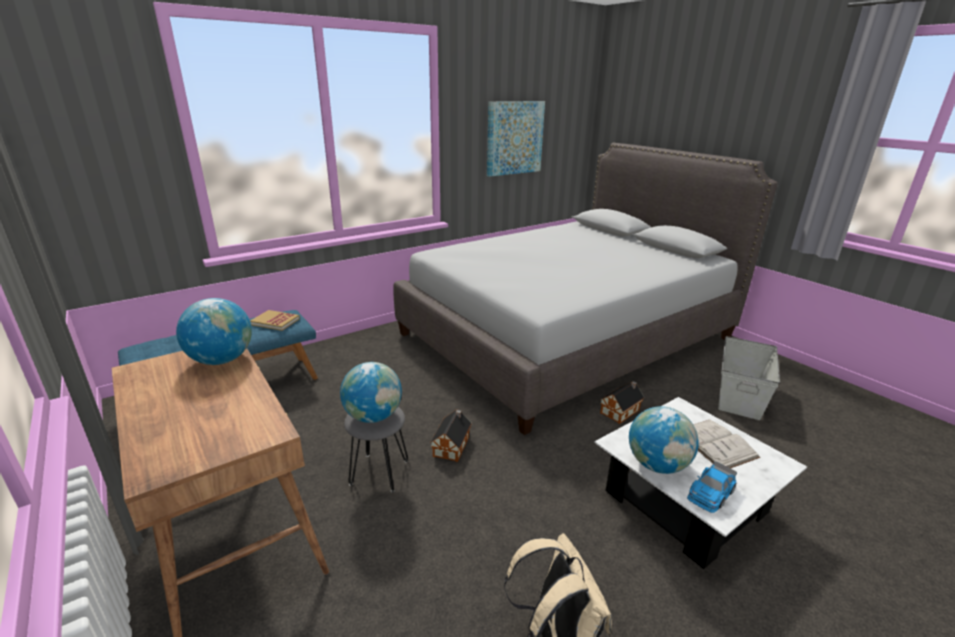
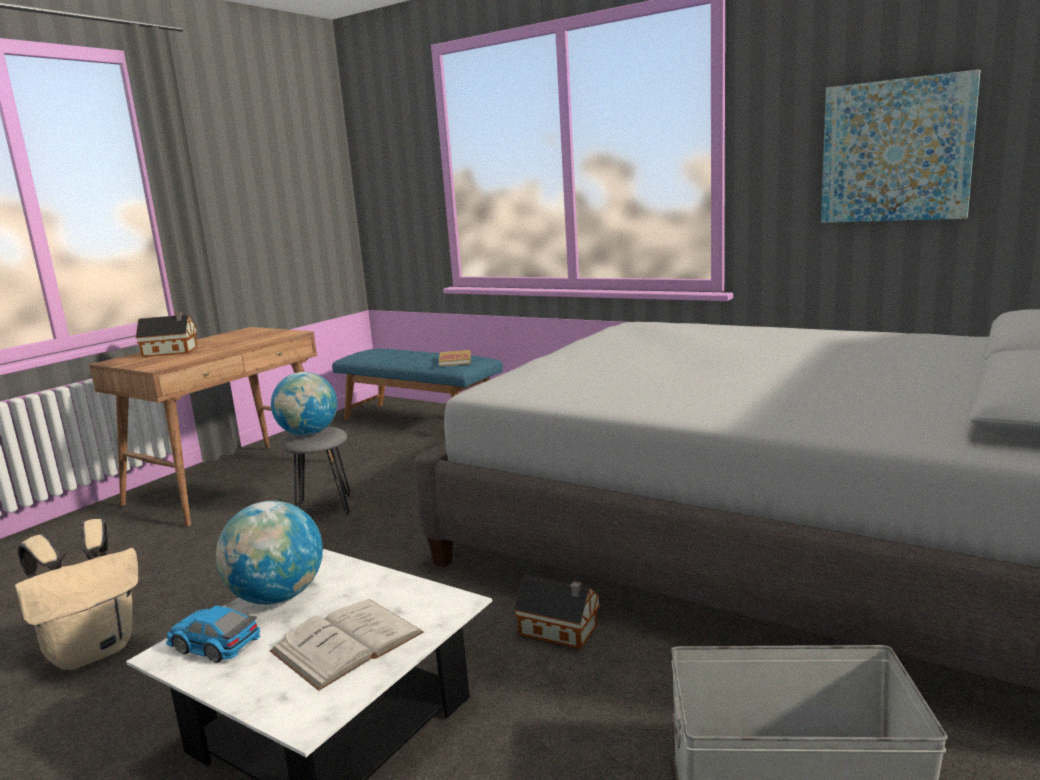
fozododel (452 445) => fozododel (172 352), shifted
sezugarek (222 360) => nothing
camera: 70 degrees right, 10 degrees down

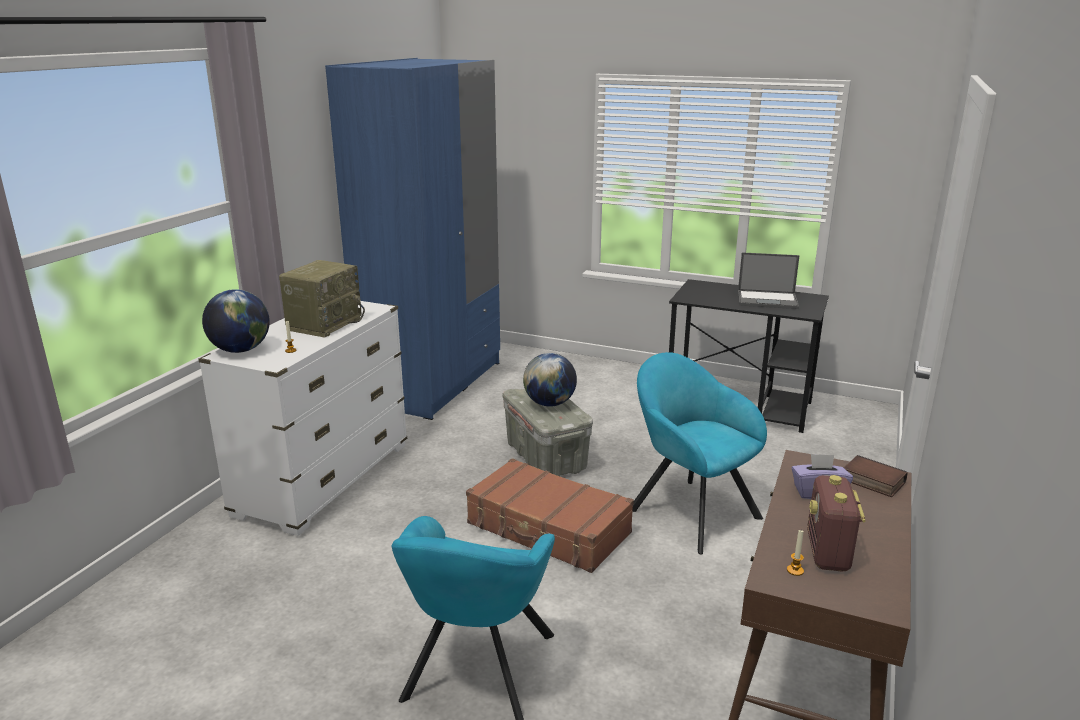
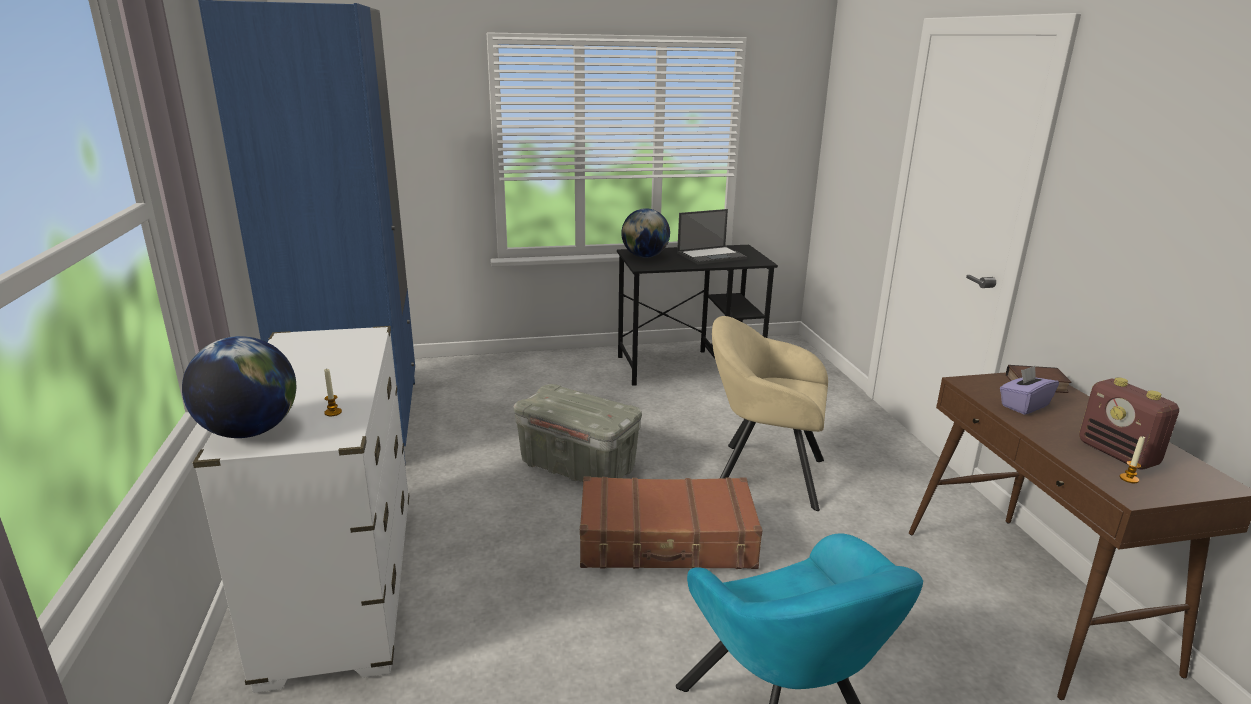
sezugarek (549 403) => sezugarek (645 256), shifted
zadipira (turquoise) (689 510) => zadipira (beige) (762 474)
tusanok (324 324) => nothing
camera: 35 degrees left, 0 degrees up

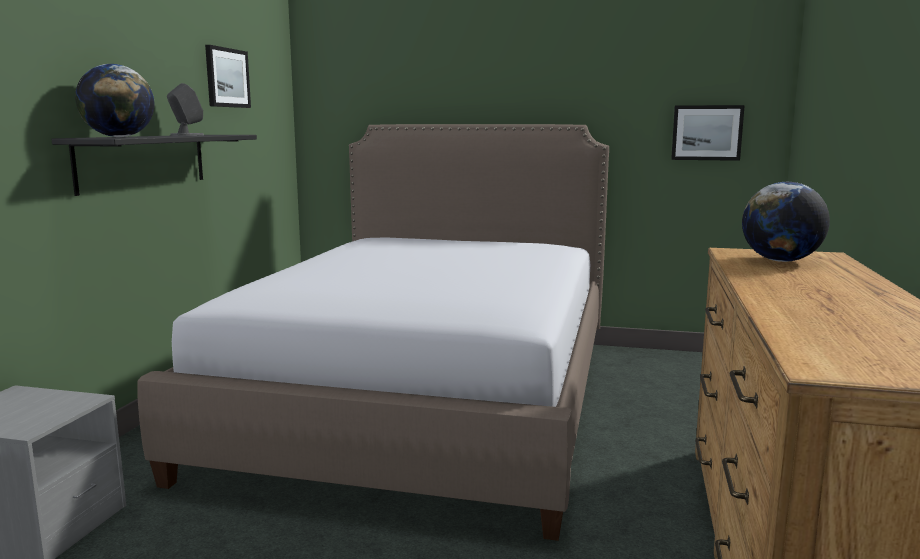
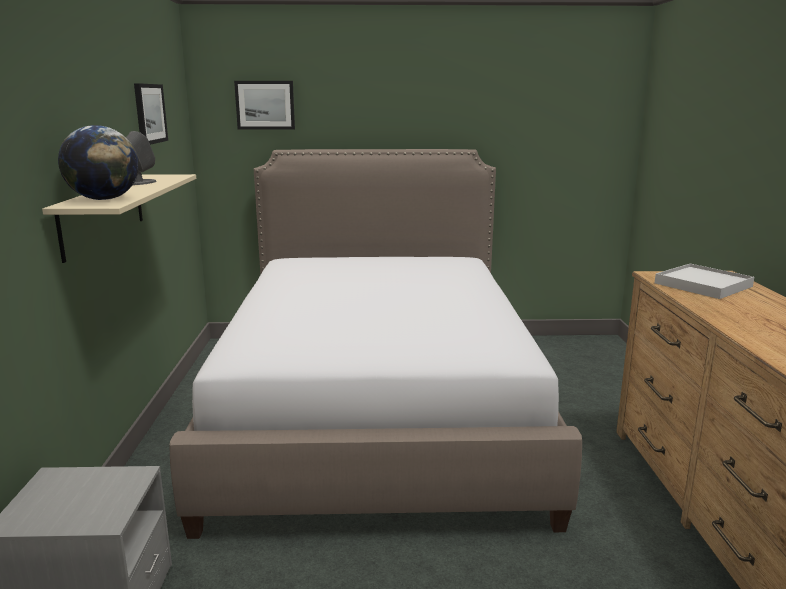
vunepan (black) (144 161) => vunepan (beige) (104 213)
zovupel (706 132) => zovupel (265 105), shifted
sezugarek (780 261) => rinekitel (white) (703 285)
camera: 15 degrees left, 5 degrees up

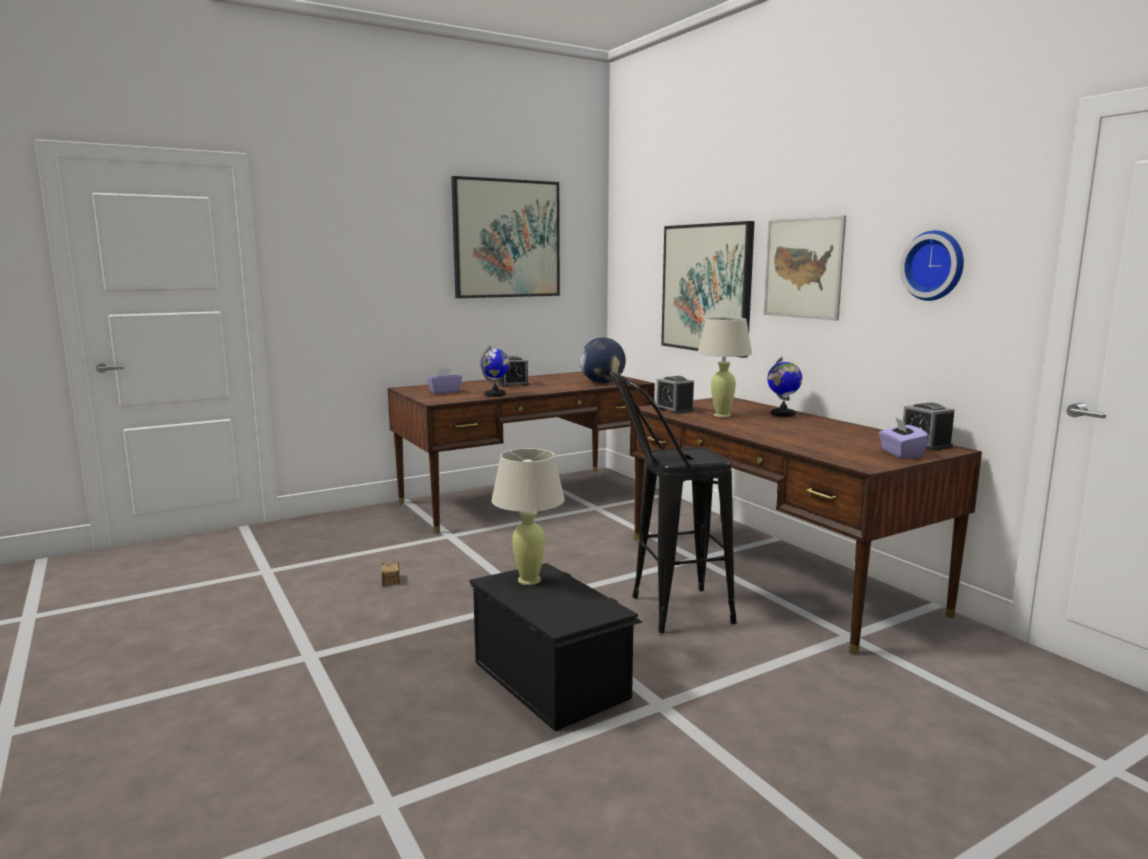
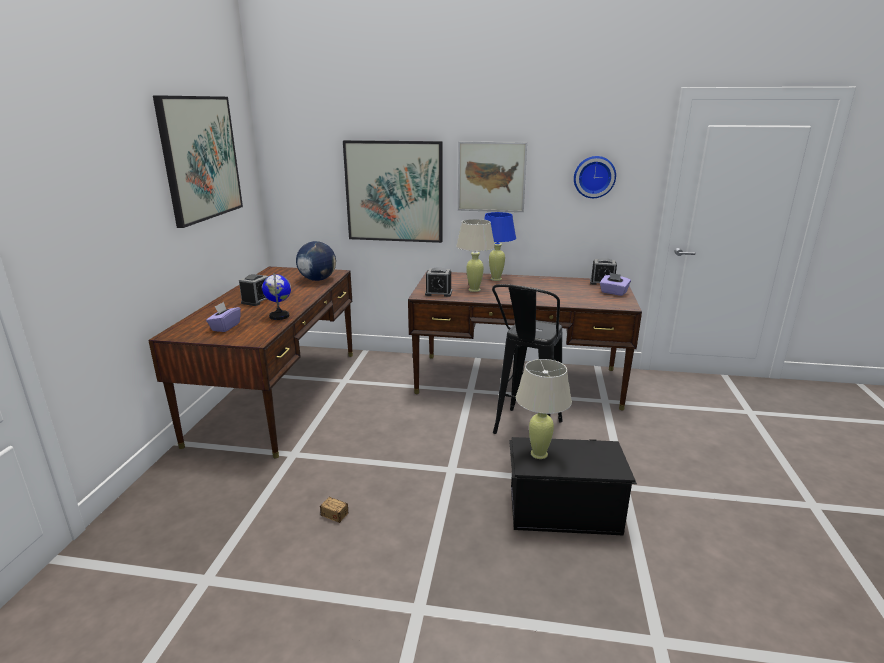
sezugarek (782 414) => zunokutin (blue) (496 279)
camera: 50 degrees left, 10 degrees up

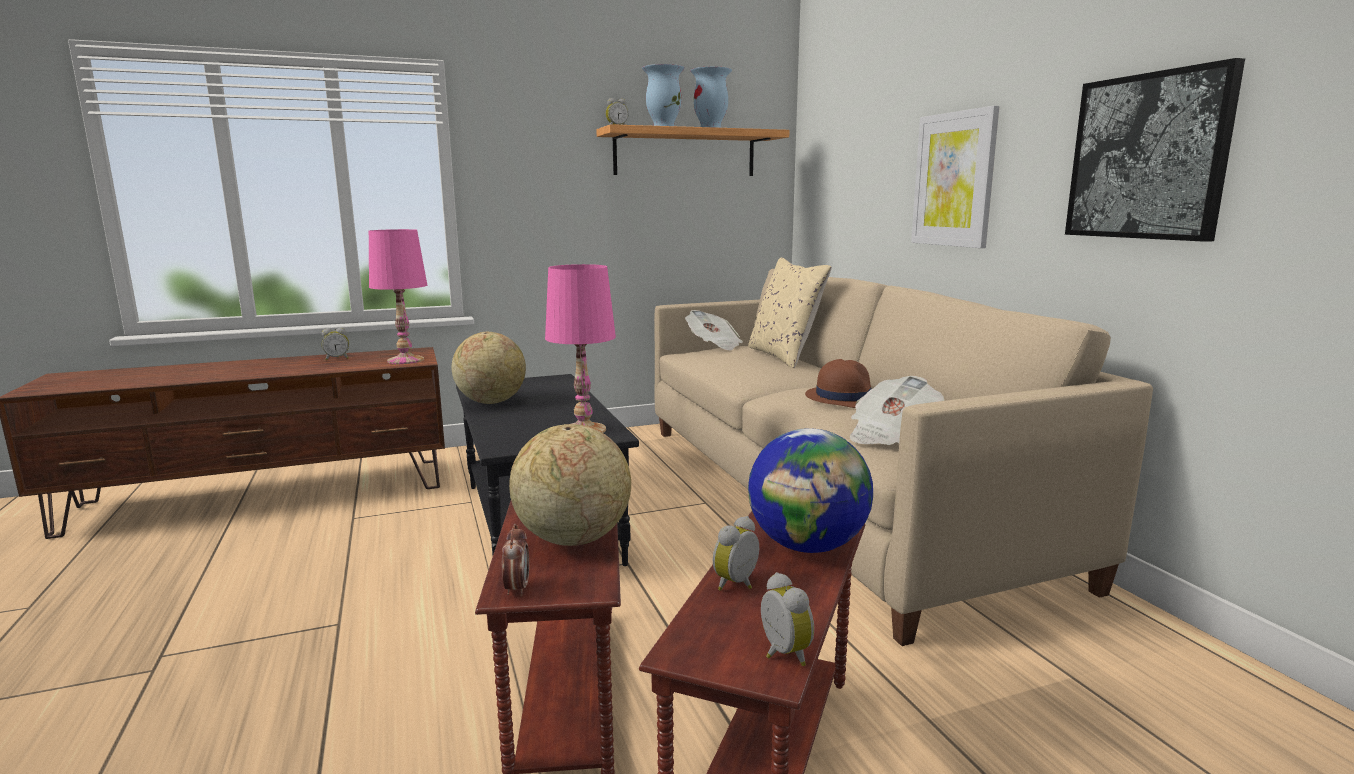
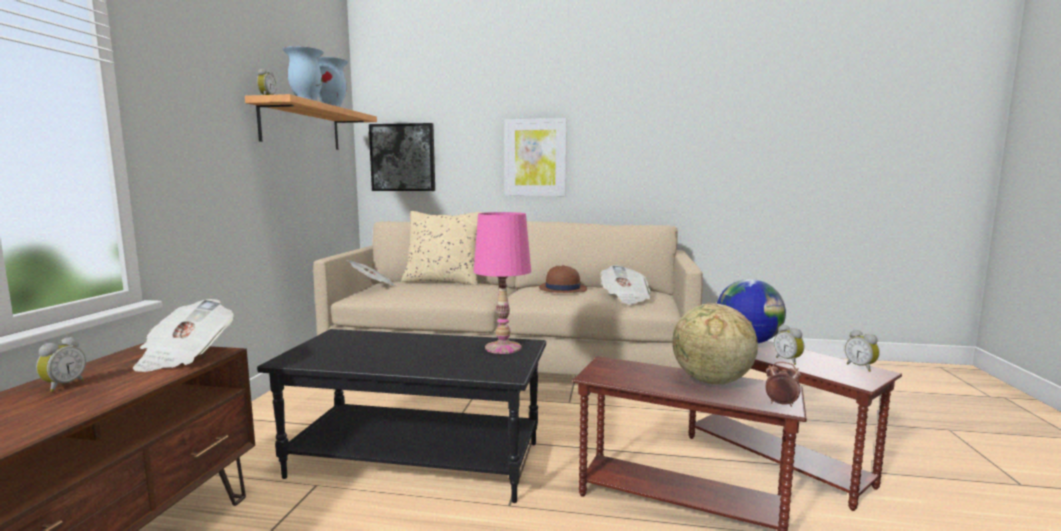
zunokutin (pink) (405 360) => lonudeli (184 357)
zovupel (1148 157) => zovupel (403 157), shifted
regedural (781 654) => regedural (861 367), 120 degrees counterclockwise
sezugarek (491 402) => nothing
camera: 60 degrees left, 5 degrees down

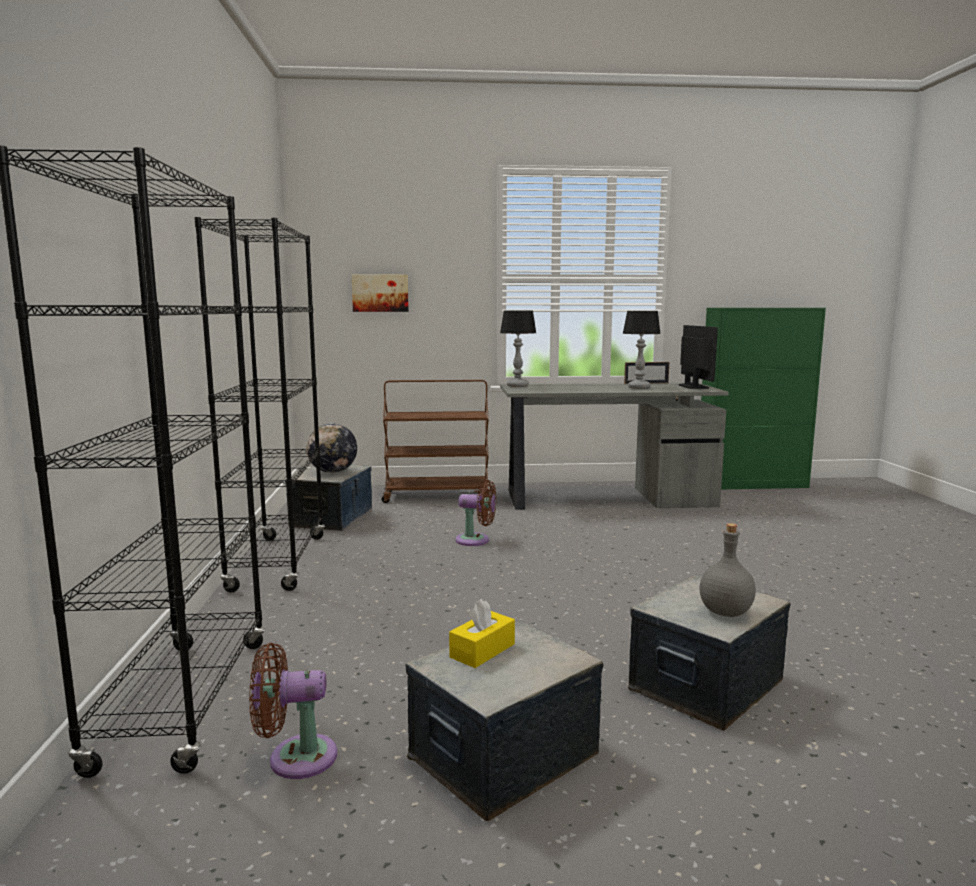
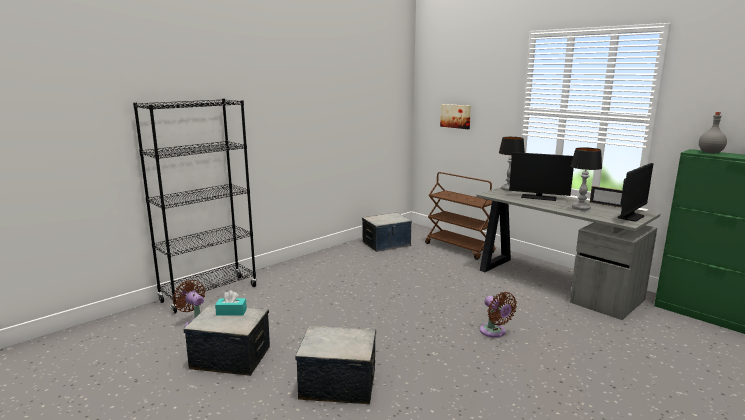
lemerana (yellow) (482 650) => lemerana (turquoise) (231 312)
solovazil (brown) (476 540) => solovazil (brown) (494 332), shifted
nothing => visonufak (538 197)
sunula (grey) (724 612) => sunula (grey) (710 152), shifted
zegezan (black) (278 562) => nothing
sezugarek (333 472) => nothing
camera: 50 degrees right, 5 degrees up

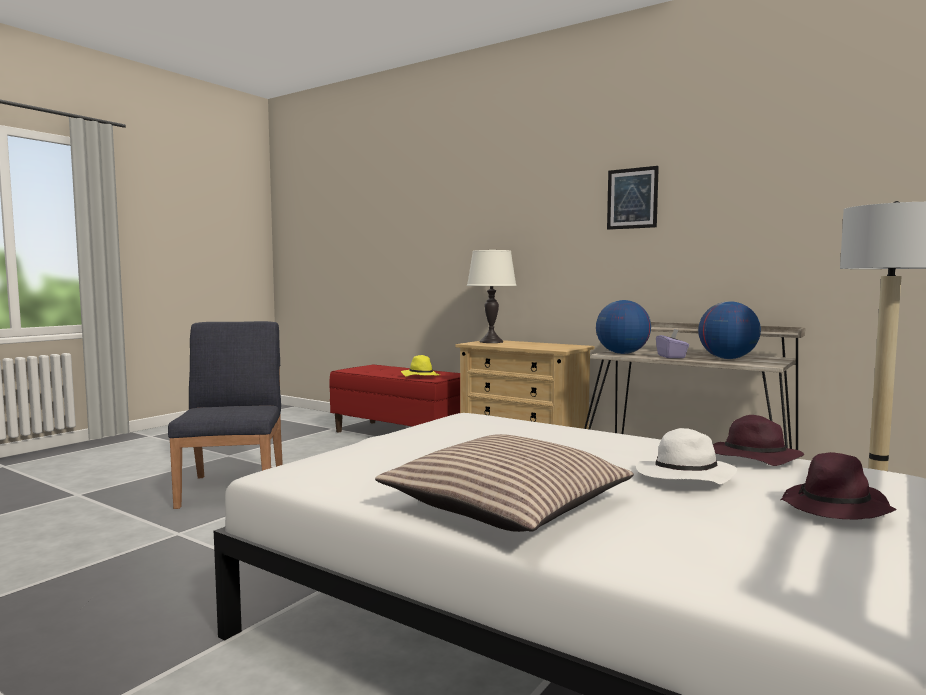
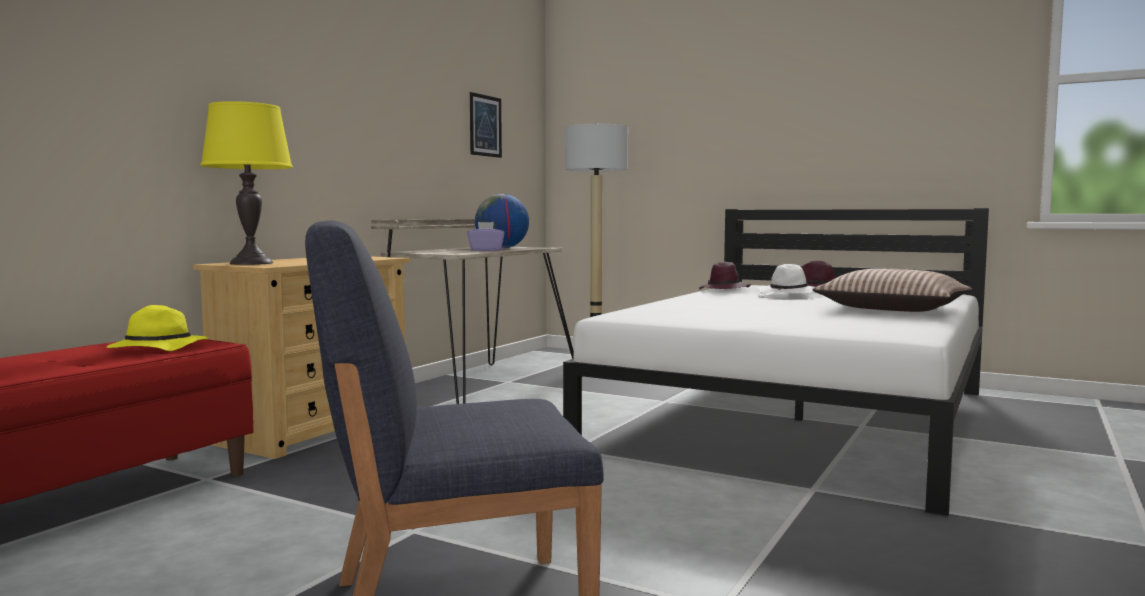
zunokutin (white) (491 342) => zunokutin (yellow) (251 263)
zovupel (632 198) => zovupel (485 125), shifted
sezugarek (622 353) => nothing
camera: 95 degrees left, 0 degrees up

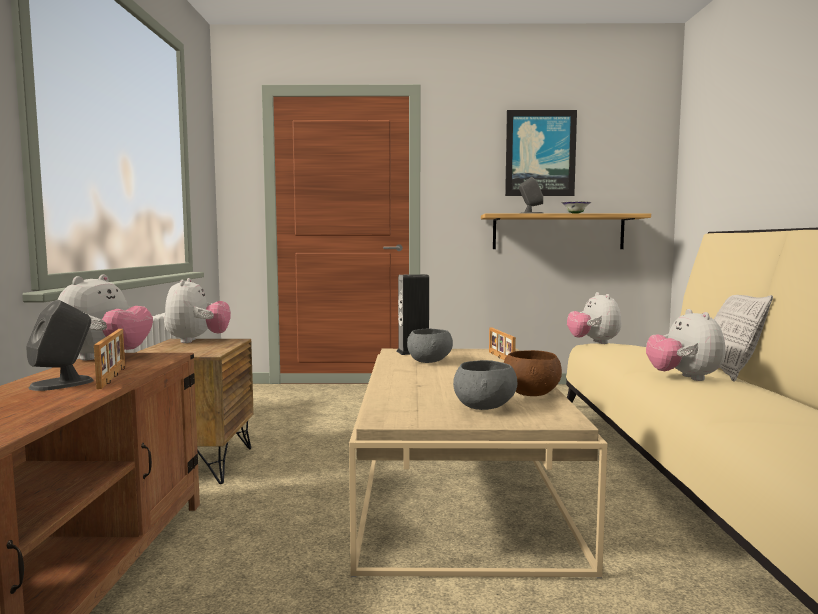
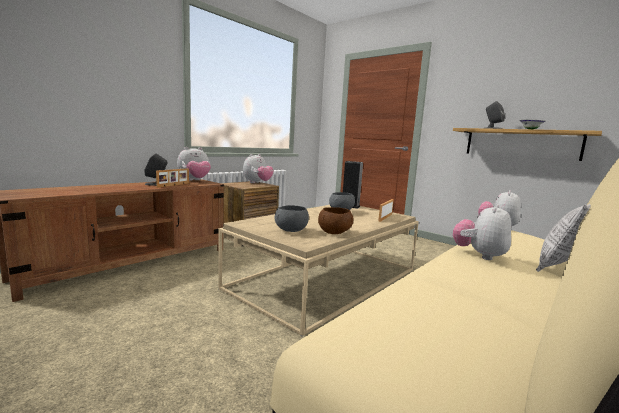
zovupel (540 153) => nothing
camera: 40 degrees right, 5 degrees up

